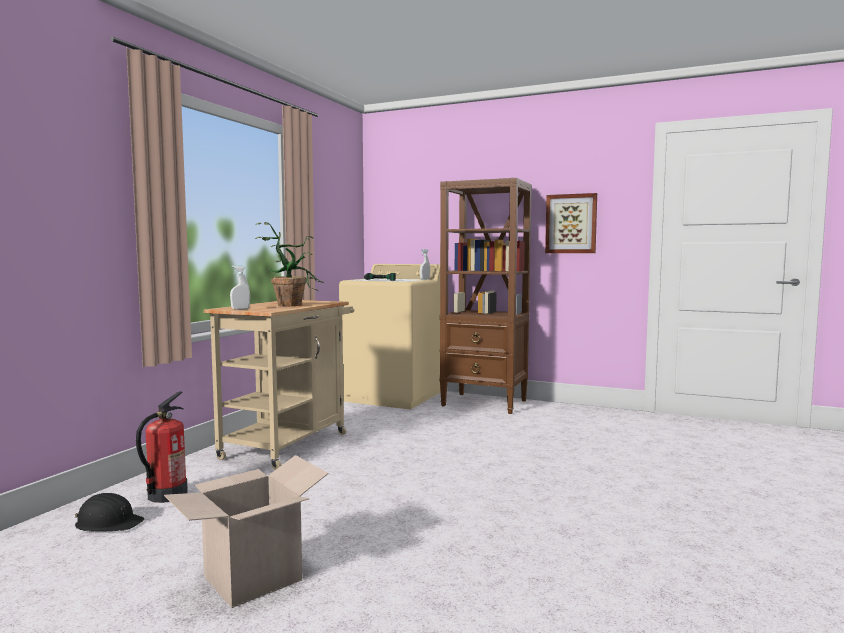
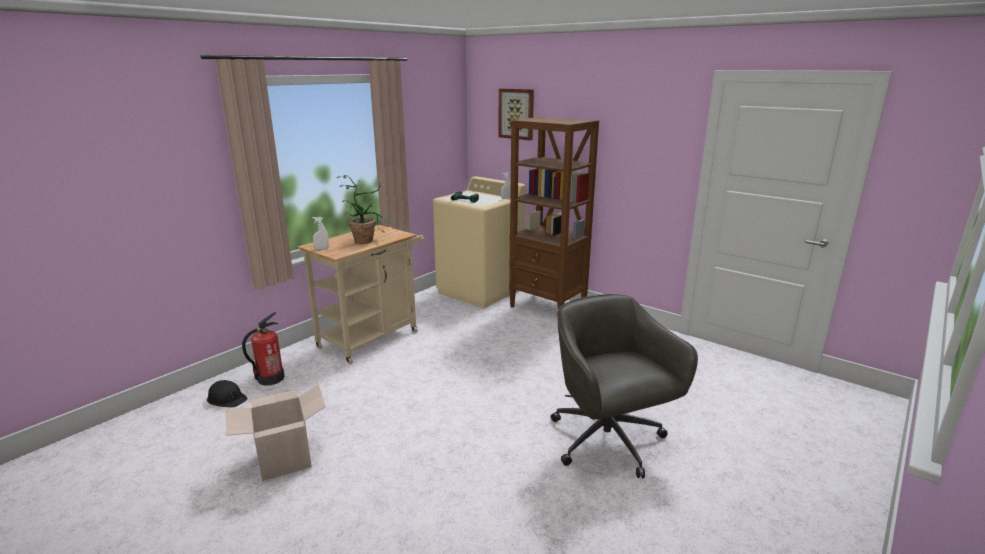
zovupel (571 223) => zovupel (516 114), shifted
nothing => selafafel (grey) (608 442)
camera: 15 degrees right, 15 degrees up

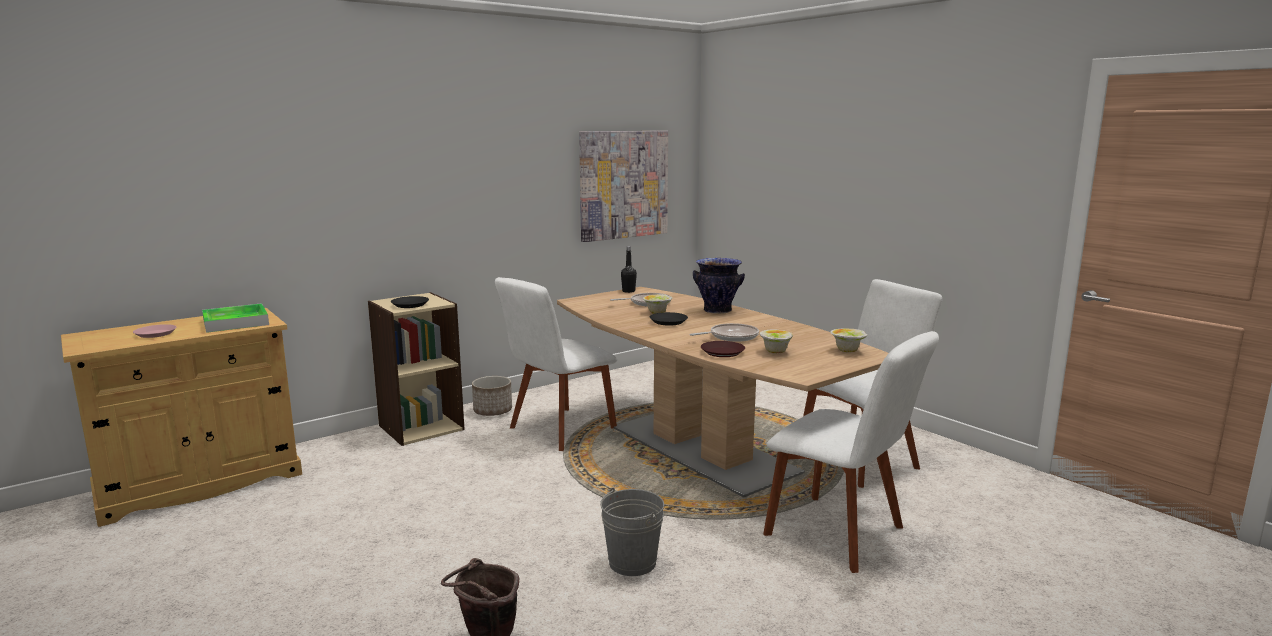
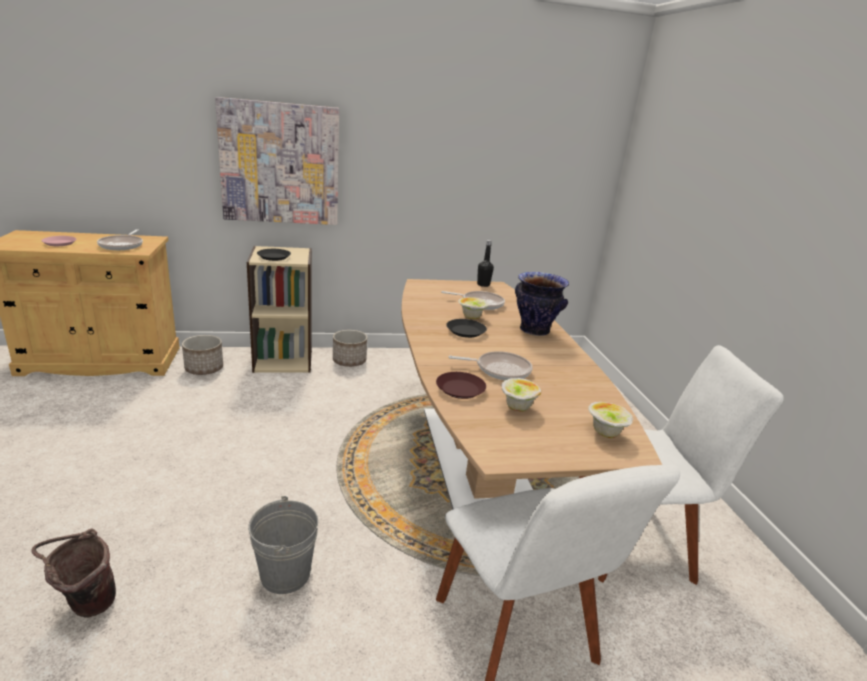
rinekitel (236 322) => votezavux (122 245)
nothing => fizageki (204 368)
zovupel (623 184) => zovupel (280 164), shifted
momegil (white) (559 430) => nothing
camera: 25 degrees right, 10 degrees up

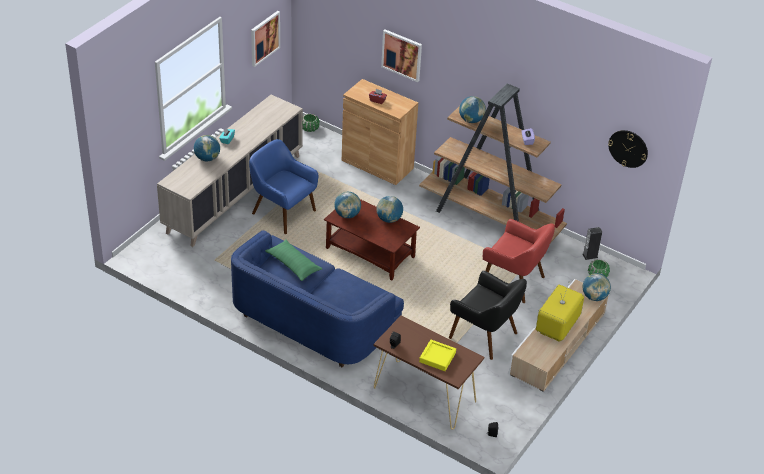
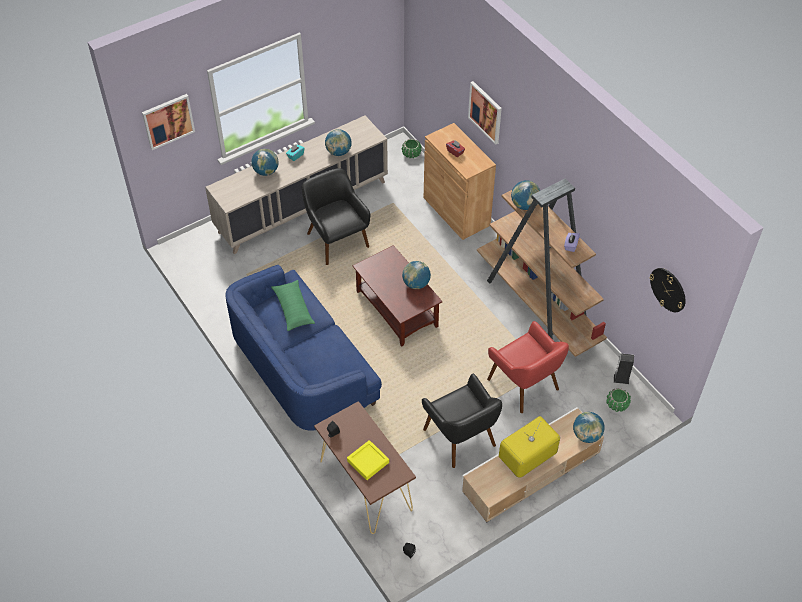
zovupel (264 38) => zovupel (168 121), shifted
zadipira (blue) (282 212) => zadipira (black) (336 240)
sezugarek (347 215) => sezugarek (338 152), shifted
camera: 25 degrees right, 10 degrees up

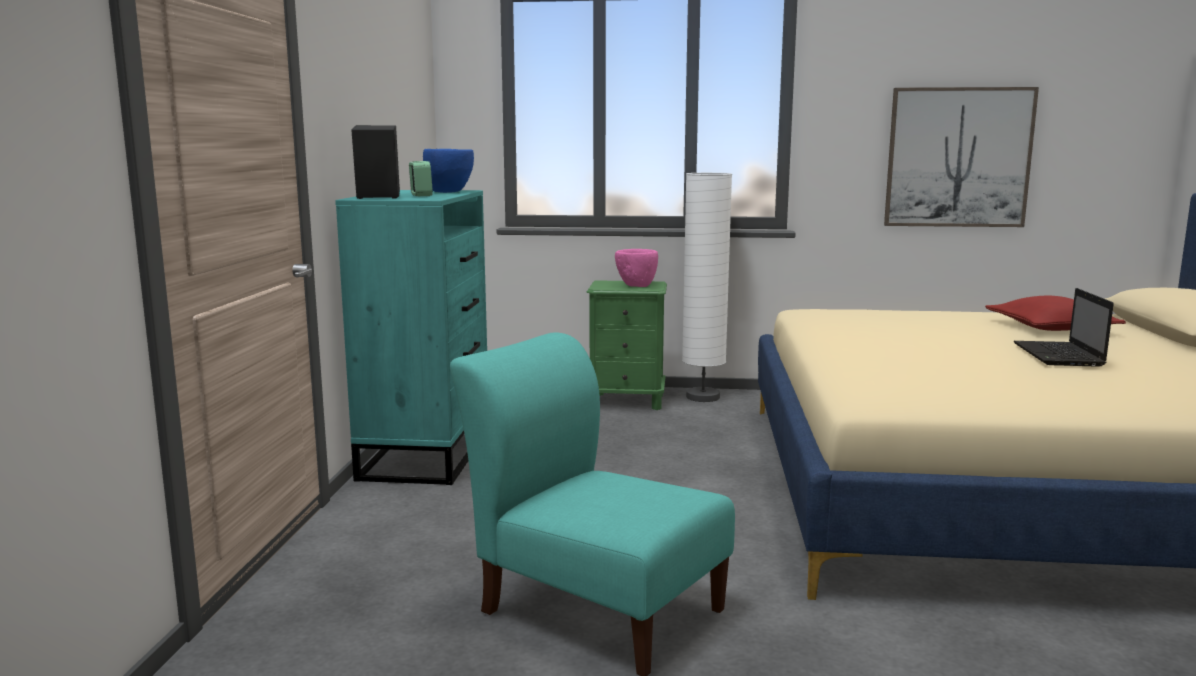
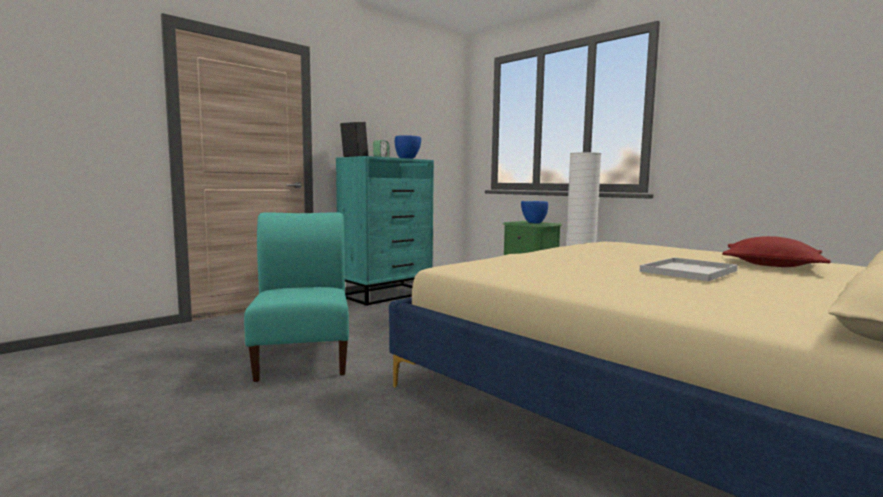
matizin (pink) (636 286) => matizin (blue) (533 223)
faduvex (1059 356) => rinekitel (white) (689 271)
zovupel (958 157) => nothing
camera: 40 degrees right, 5 degrees down

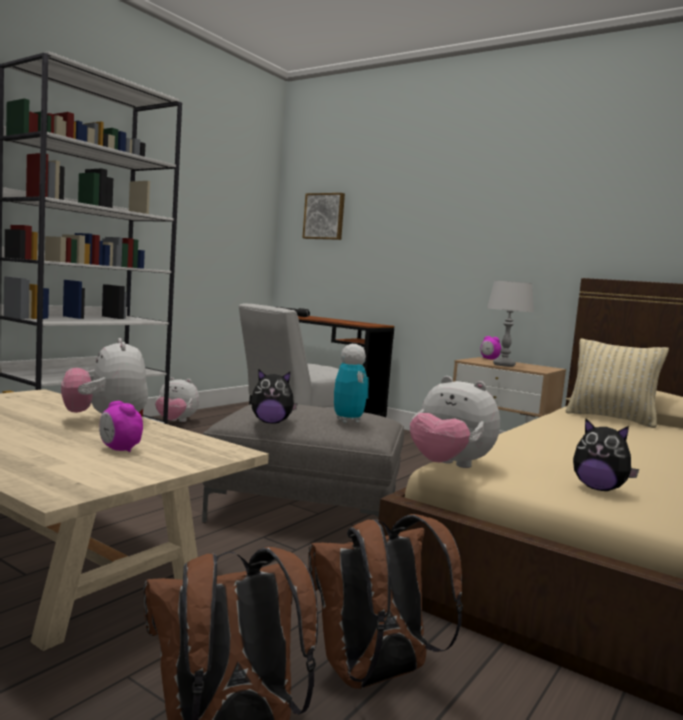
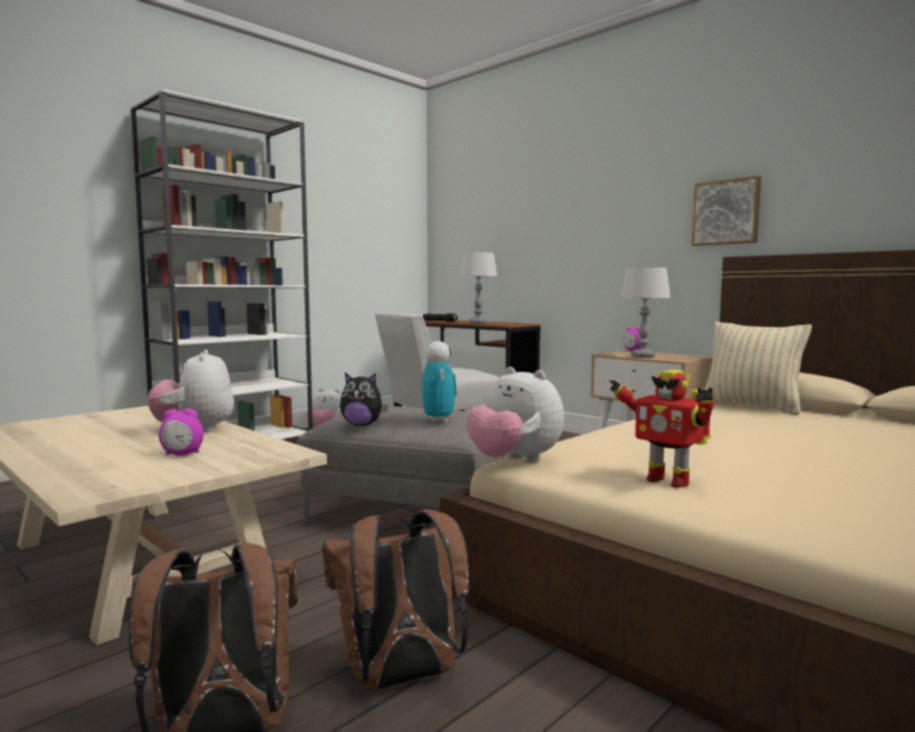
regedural (119 449) => regedural (182 454), 60 degrees counterclockwise
nothing => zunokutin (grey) (477 323)
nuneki (599 489) => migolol (667 480)
zovupel (324 216) => zovupel (726 212), shifted
camera: 10 degrees right, 0 degrees up

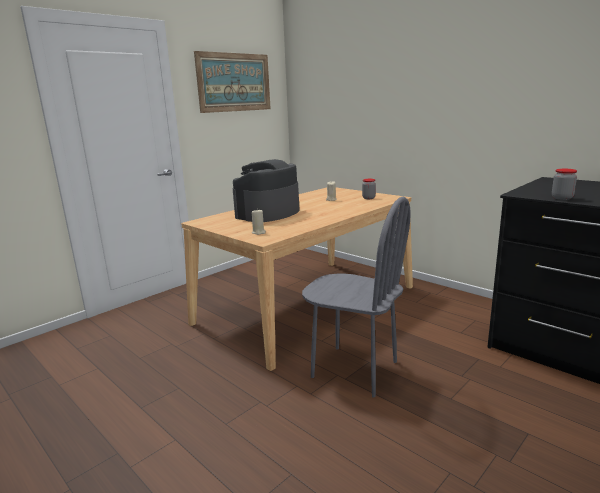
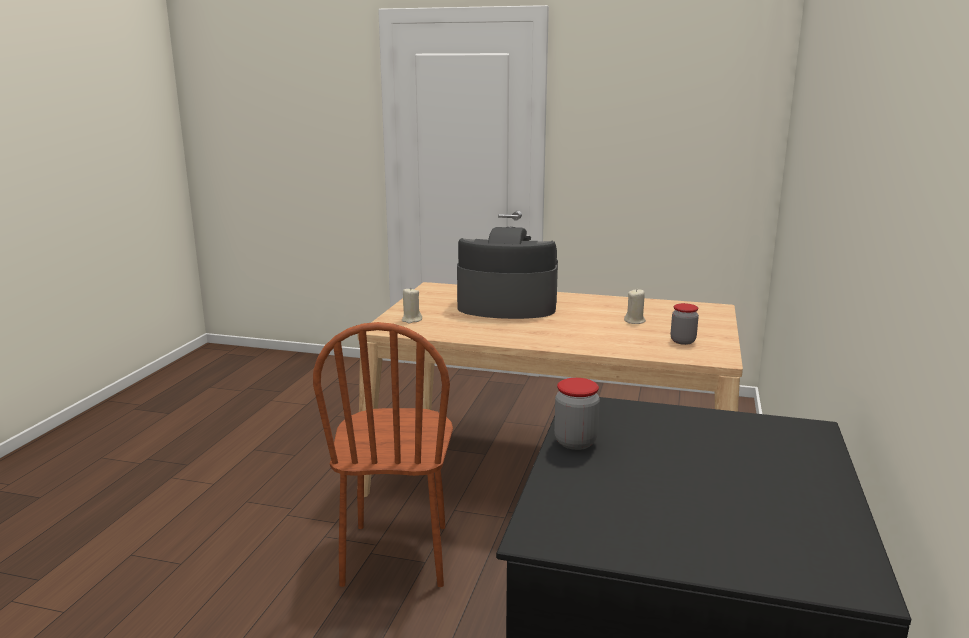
momegil (grey) (354 370) => momegil (brown) (396 555)
zovupel (234 82) => nothing
camera: 60 degrees right, 0 degrees up

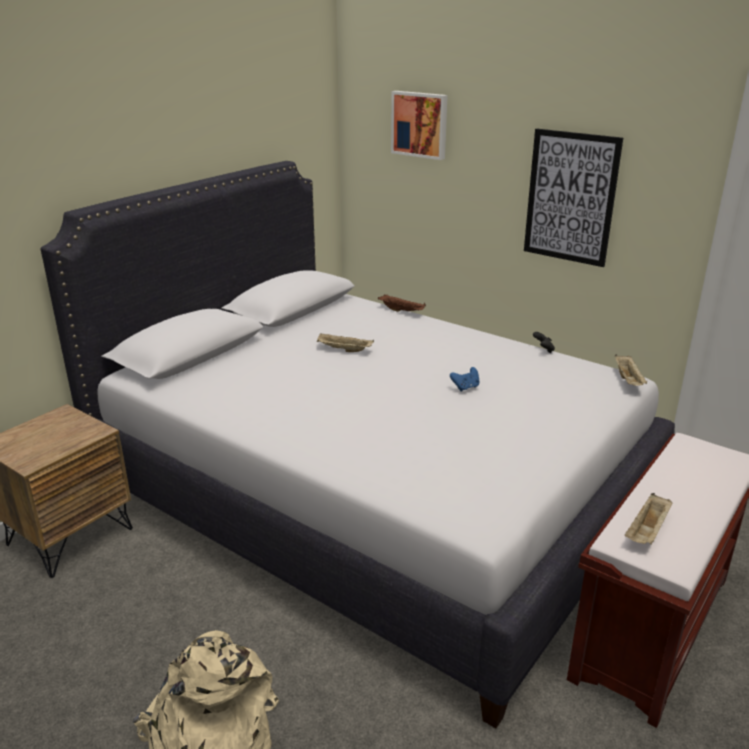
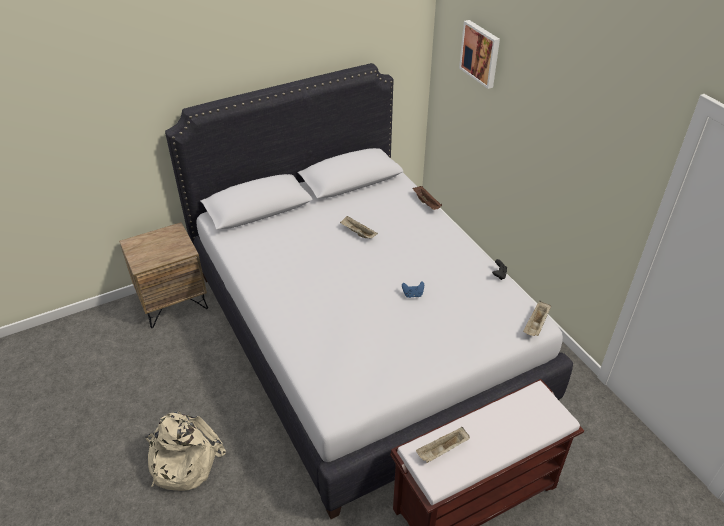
zovupel (570 197) => nothing
camera: 25 degrees right, 15 degrees up

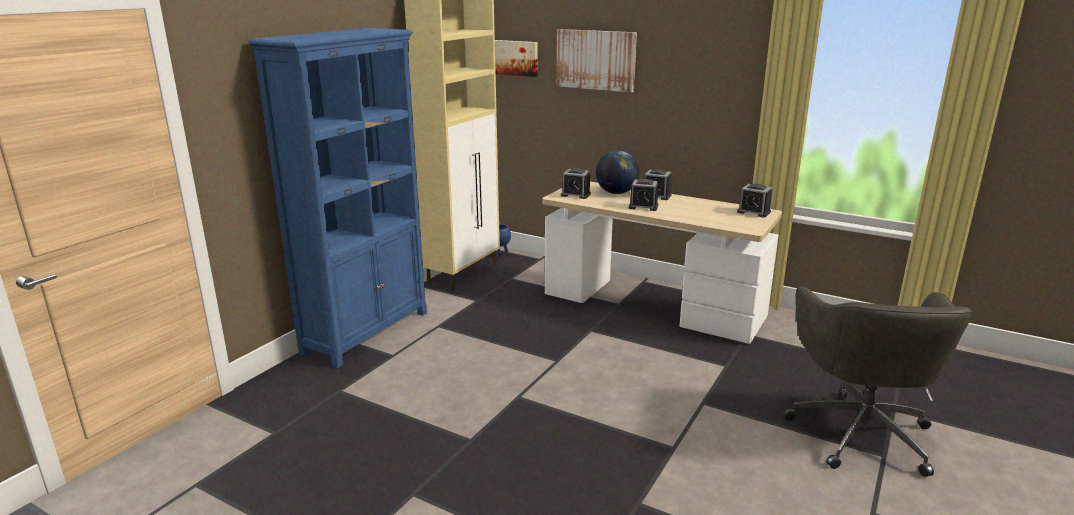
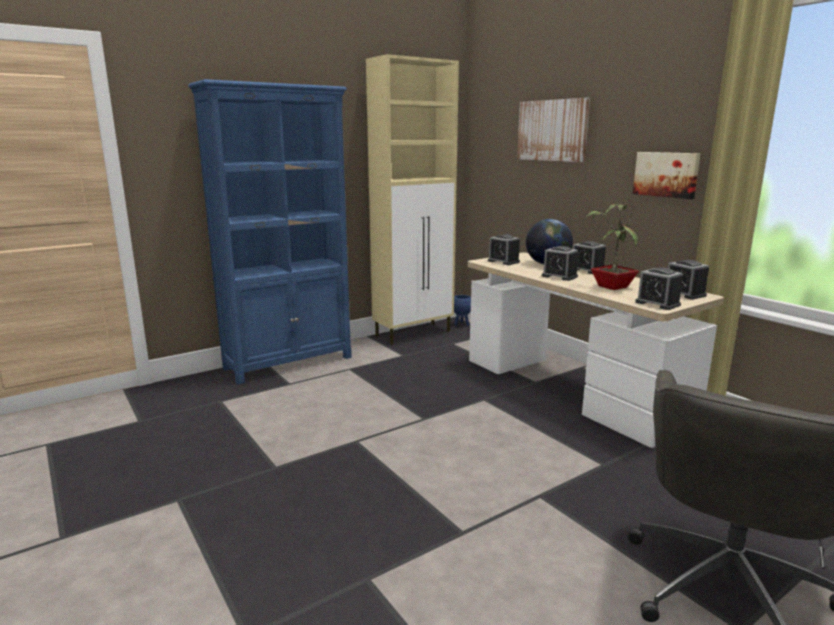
nothing => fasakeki (611 286)
zovupel (516 58) => zovupel (666 174), shifted
nothing => regedural (657 303)
camera: 25 degrees right, 5 degrees down

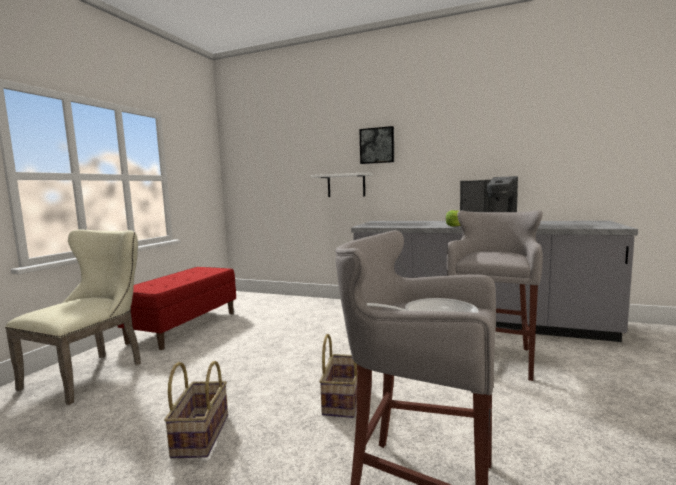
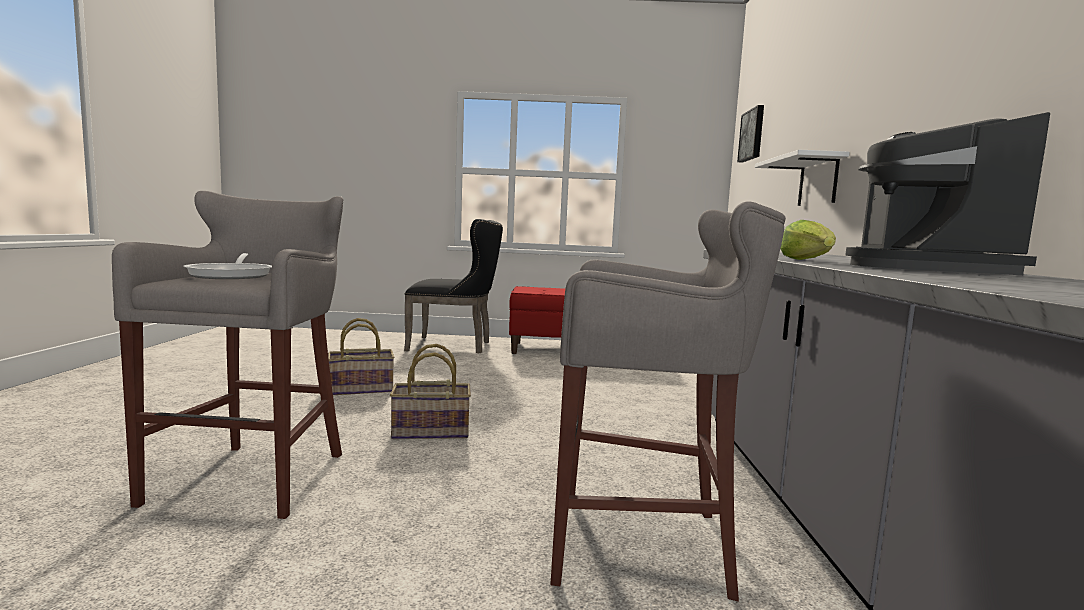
momegil (beige) (92 373) => momegil (black) (455 346)
zovupel (377 145) => zovupel (753 135), shifted
camera: 70 degrees right, 0 degrees up

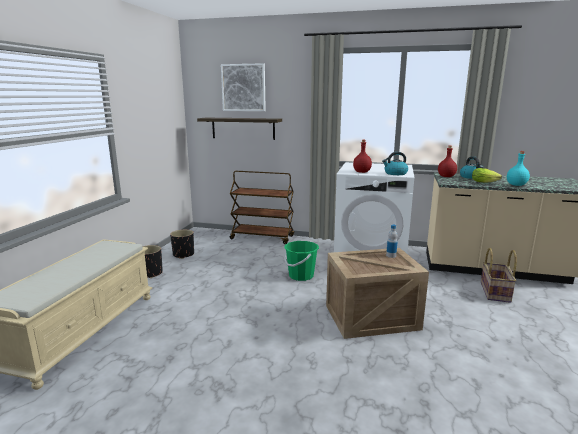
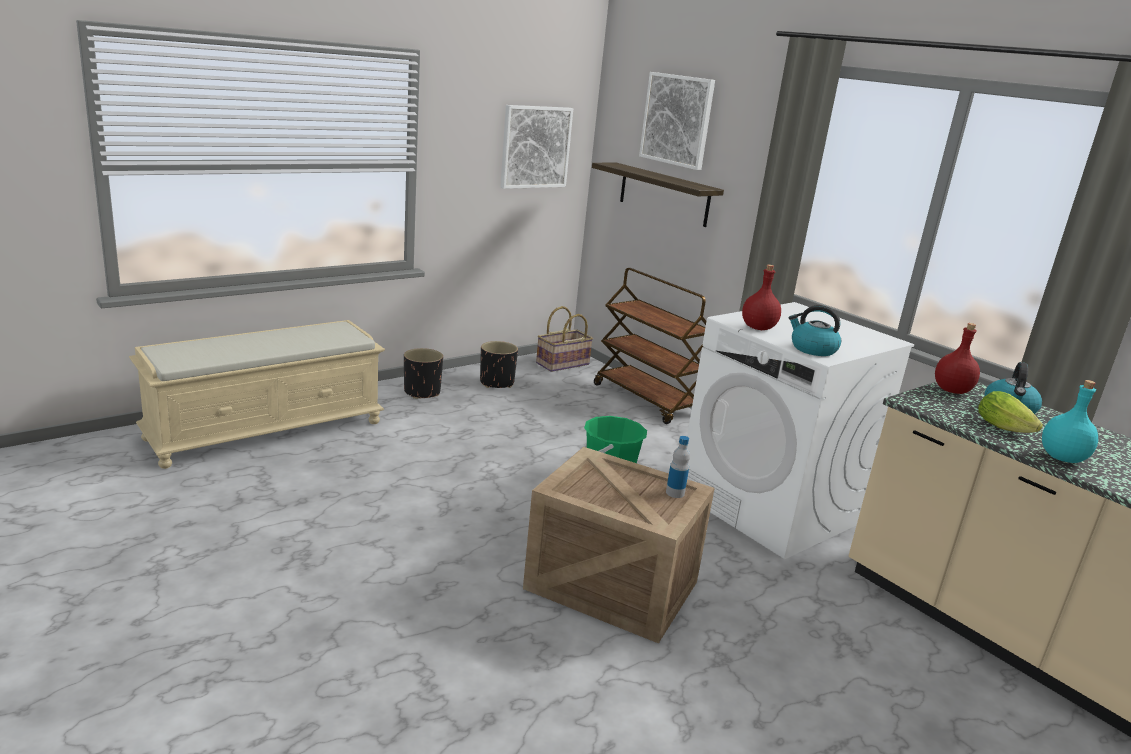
nothing => zovupel (535 147)
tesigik (496 292) => tesigik (563 364), shifted
camera: 35 degrees right, 5 degrees up

